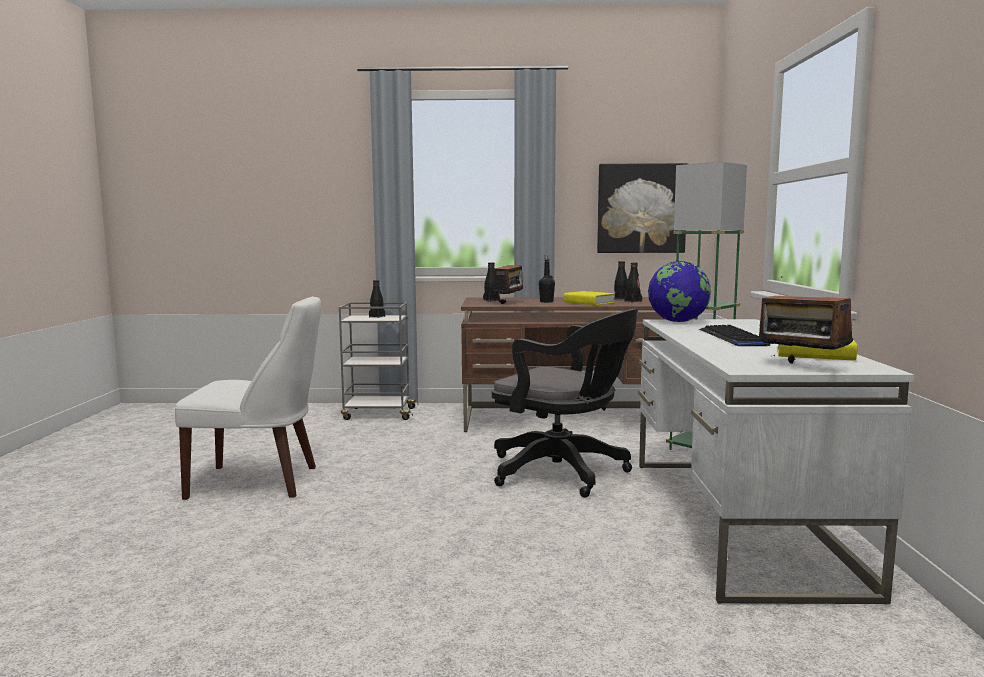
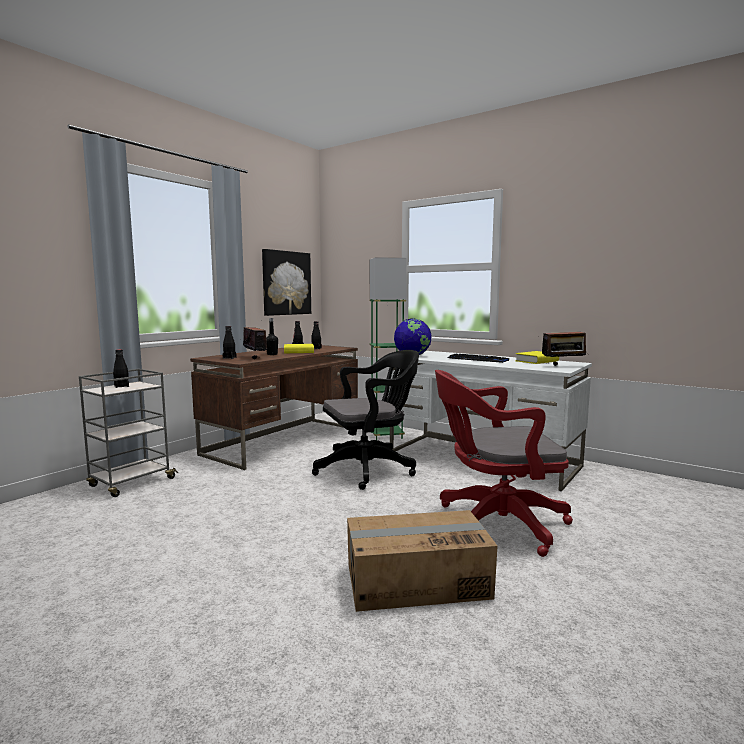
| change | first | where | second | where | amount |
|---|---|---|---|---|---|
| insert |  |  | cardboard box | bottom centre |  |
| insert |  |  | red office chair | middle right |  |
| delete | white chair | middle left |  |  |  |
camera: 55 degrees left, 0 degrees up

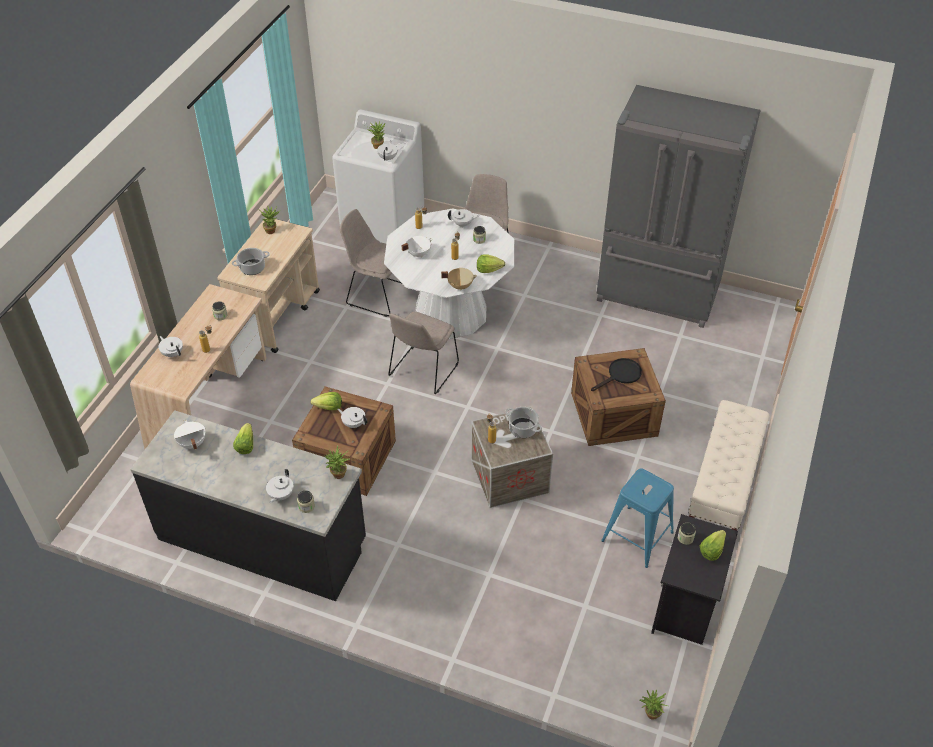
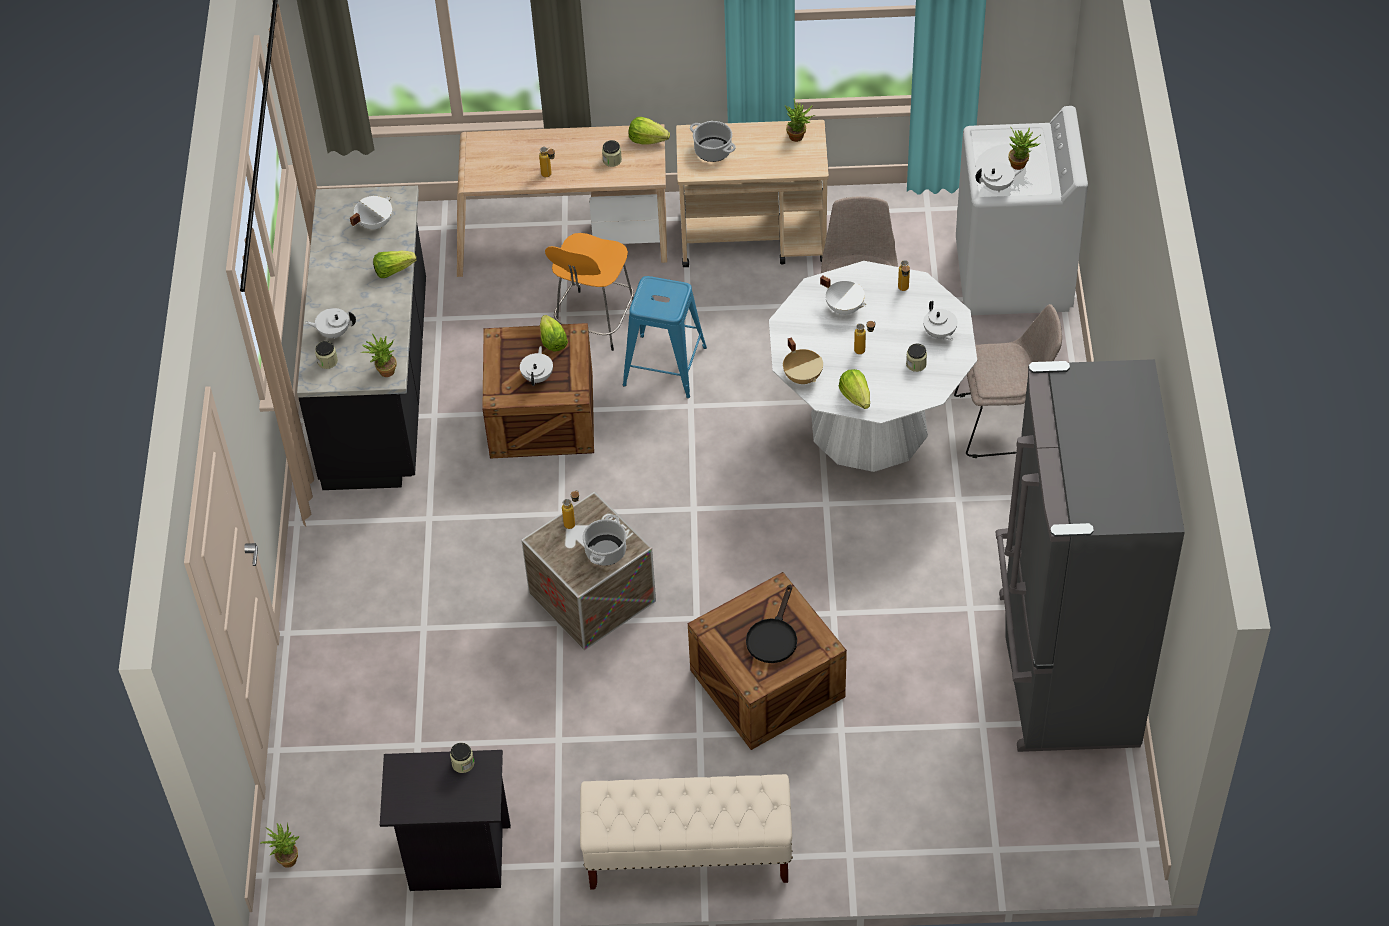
| change | first | where | second | where | amount |
|---|---|---|---|---|---|
| insert |  |  | orange stool | top centre |  |
| move | blue stool | bottom right |  | centre |  |
| move | lettuce (4th from left in the first image) | bottom right | lettuce (3rd from left) | top centre |  |
| rotate | black frying pan | centre |  | bottom centre | 75 degrees clockwise |
| delete | white teapot (1st from left) | middle left |  |  |  |
| delete | beige chair (2nd from left) | centre |  |  |  |
camera: 70 degrees right, 5 degrees up

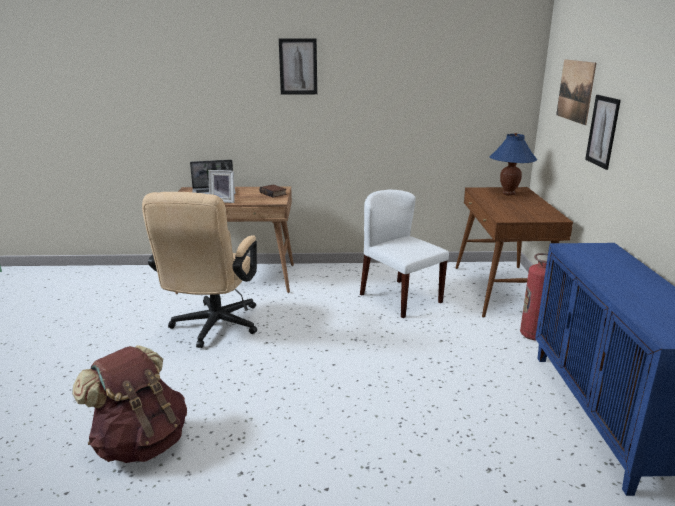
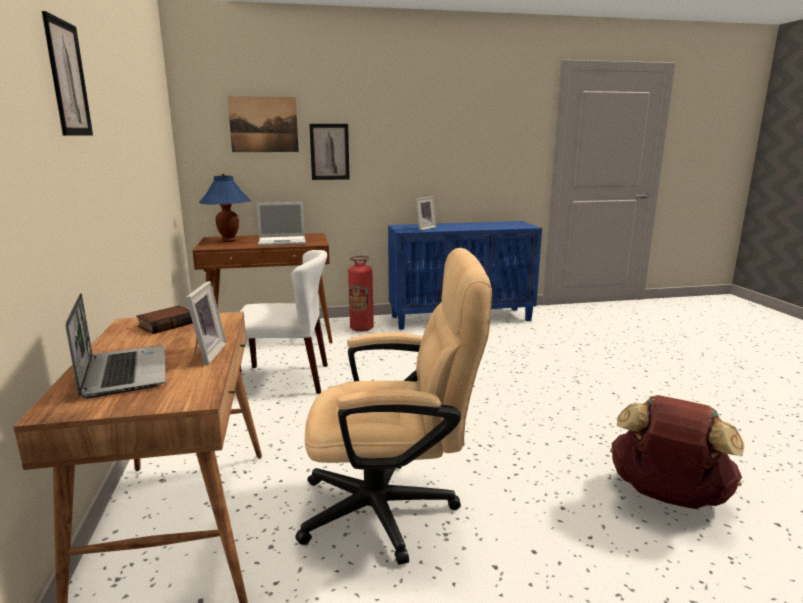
| change | first | where | second | where | amount |
|---|---|---|---|---|---|
| rotate | white chair | centre |  | centre | 135 degrees counterclockwise |
| insert |  |  | laptop (2nd from left) | centre |  |
| insert |  |  | picture frame (2nd from left) | centre |  |
camera: 100 degrees left, 5 degrees down

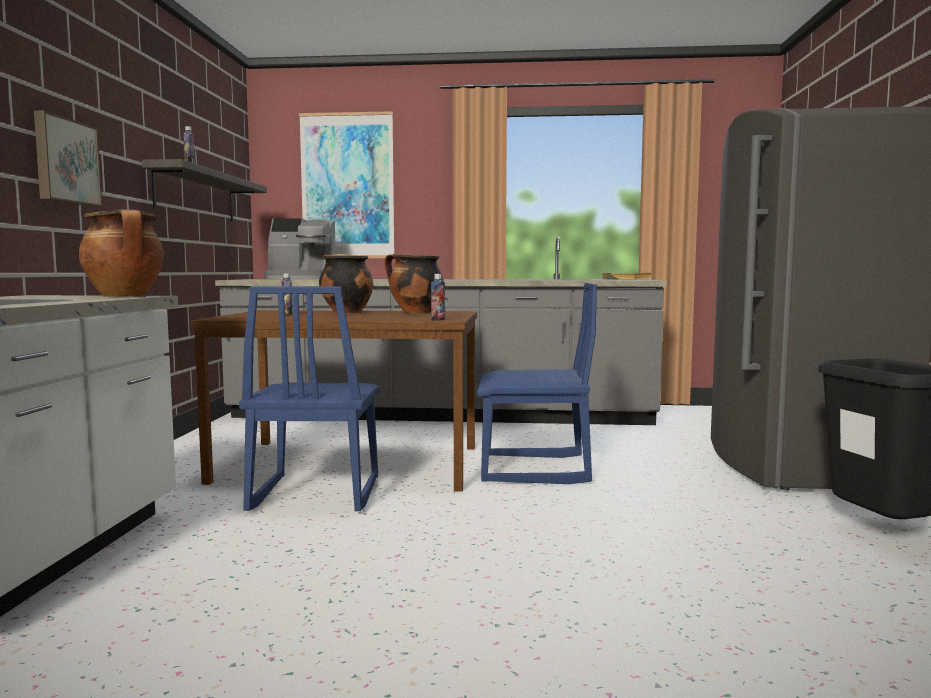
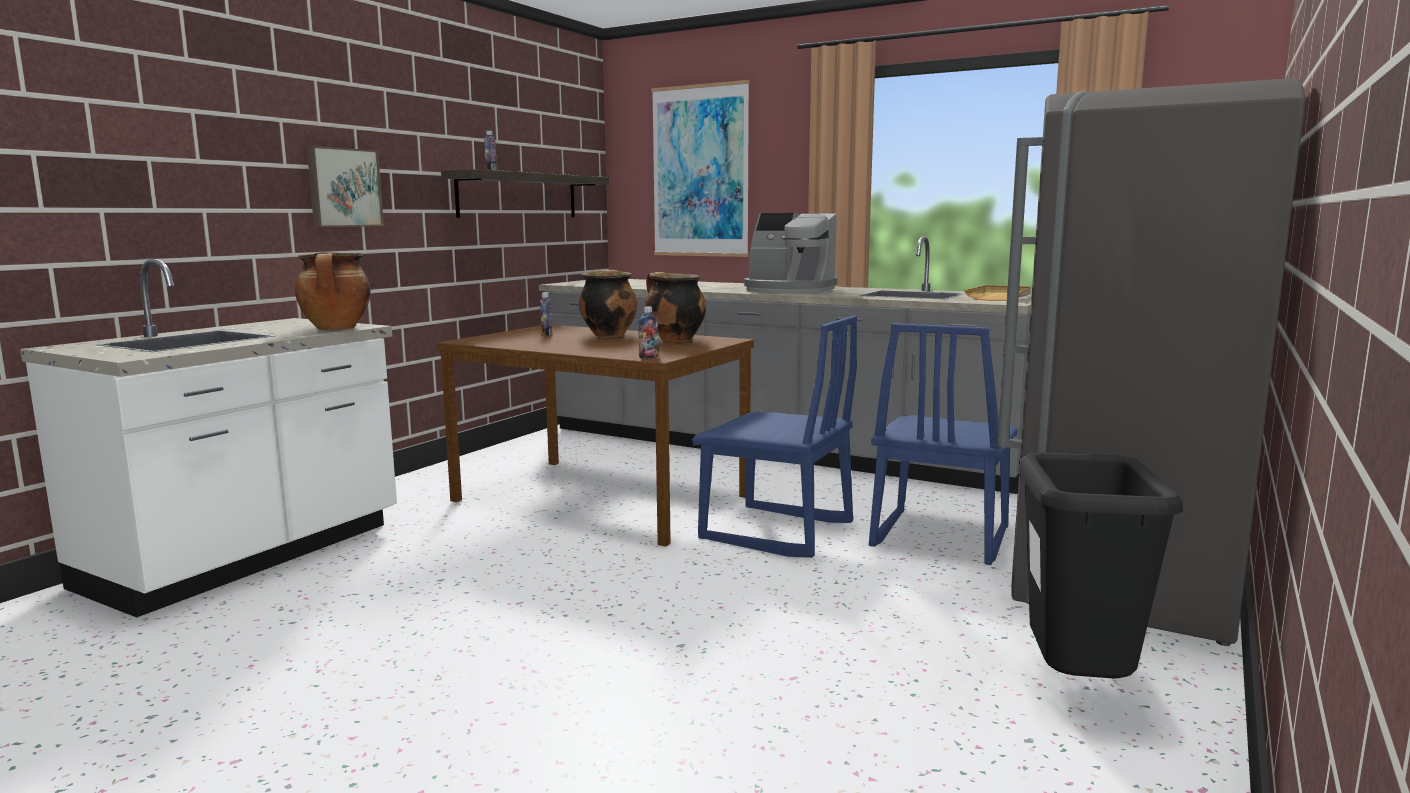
| change | first | where | second | where | amount |
|---|---|---|---|---|---|
| move | coffee machine | middle left |  | top centre |  |
| move | blue chair (1st from left in the first image) | middle left | blue chair (2nd from left) | middle right |  |
camera: 25 degrees right, 5 degrees up

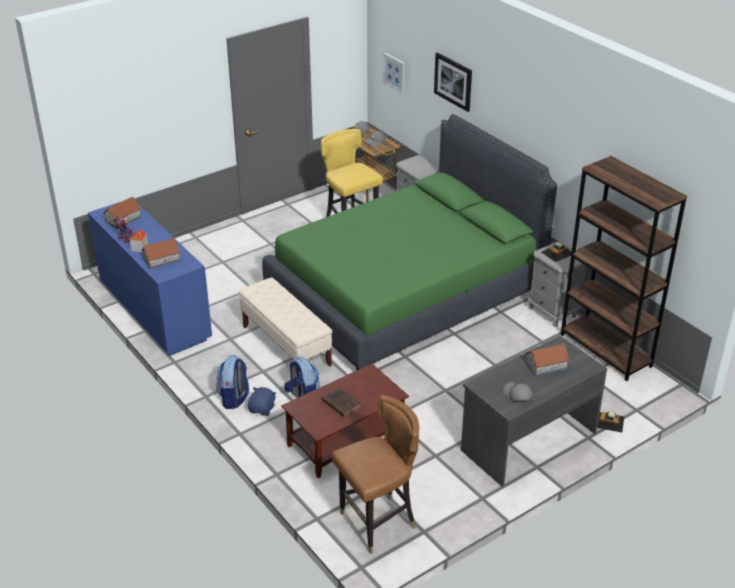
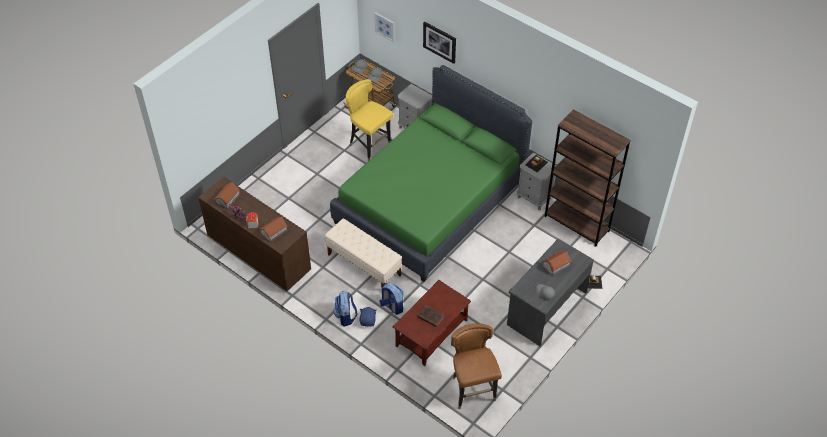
| change | first | where | second | where | amount |
|---|---|---|---|---|---|
| recolor | blue dresser | middle left | brown dresser | middle left |  |
| rotate | brown chair | bottom centre |  | bottom centre | 60 degrees counterclockwise |
camera: 15 degrees left, 15 degrees up

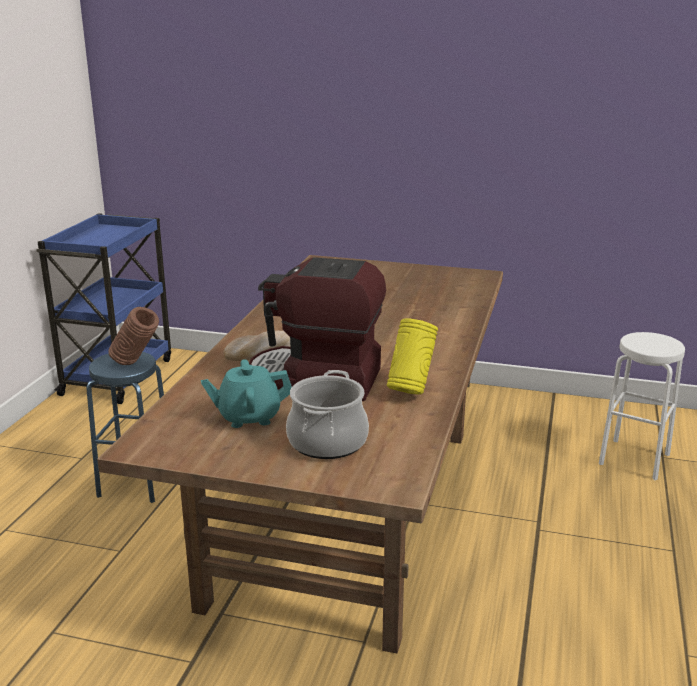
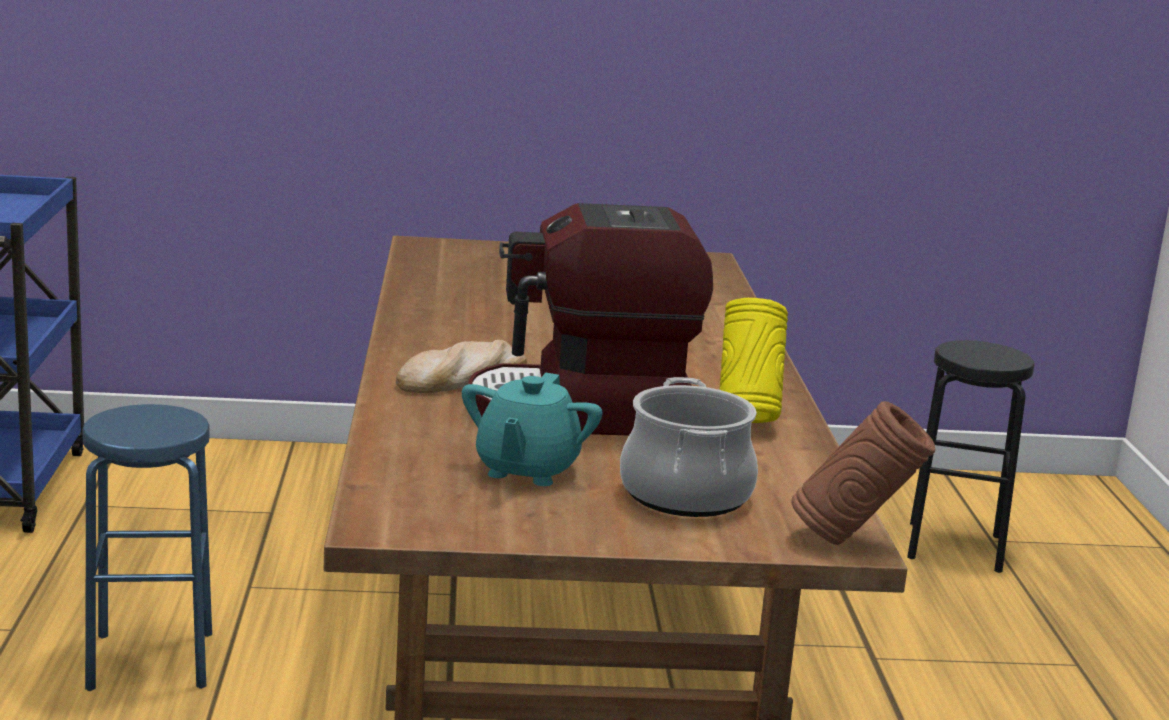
| change | first | where | second | where | amount |
|---|---|---|---|---|---|
| rotate | turquoise teapot | centre |  | centre | 45 degrees counterclockwise |
| move | brown vase | middle left |  | middle right |  |
| recolor | white stool | middle right | black stool | middle right |  |
camera: 20 degrees left, 5 degrees down

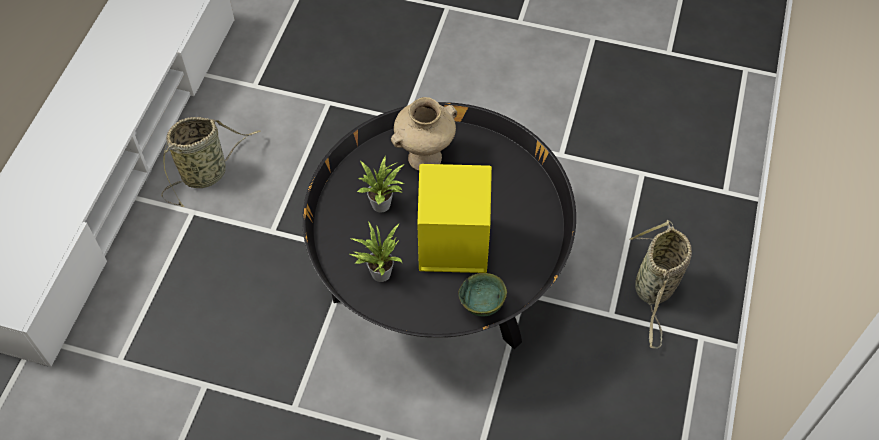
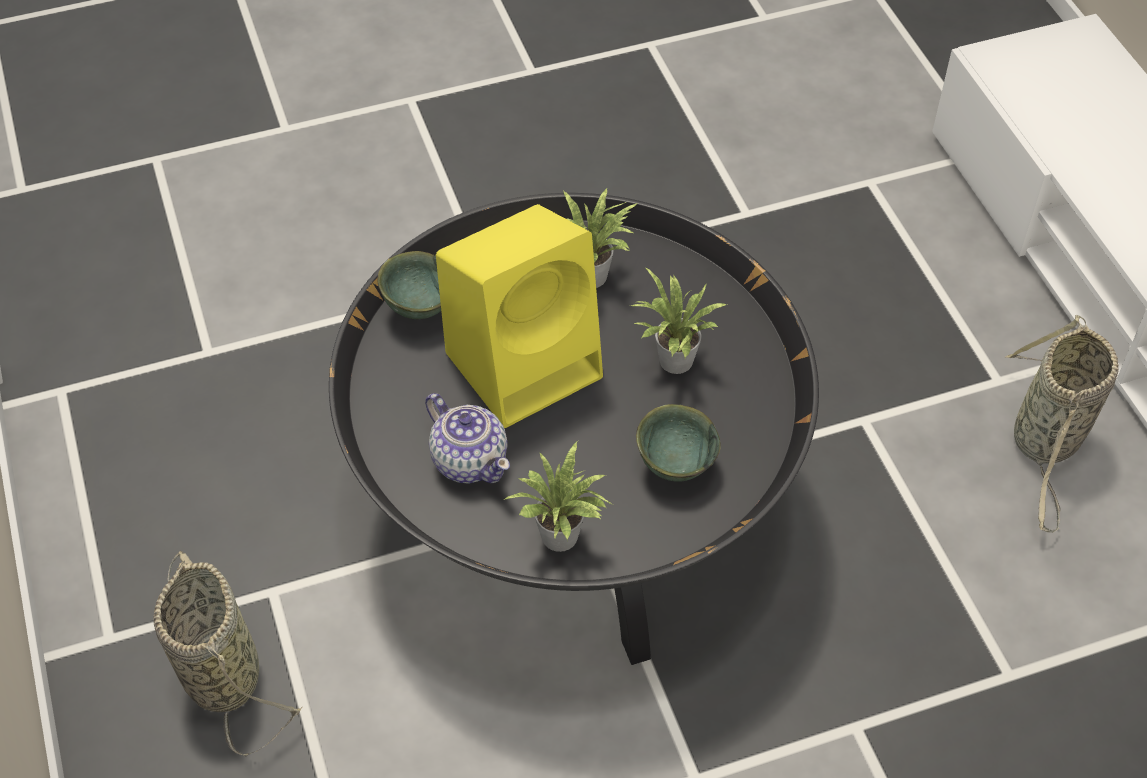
| change | first | where | second | where | amount |
|---|---|---|---|---|---|
| insert |  |  | teapot | centre |  |
| insert |  |  | potted plant (1st from left) | centre |  |
| replace | beige vase | top centre | green bowl (2nd from left) | centre |  |
camera: 145 degrees right, 5 degrees down

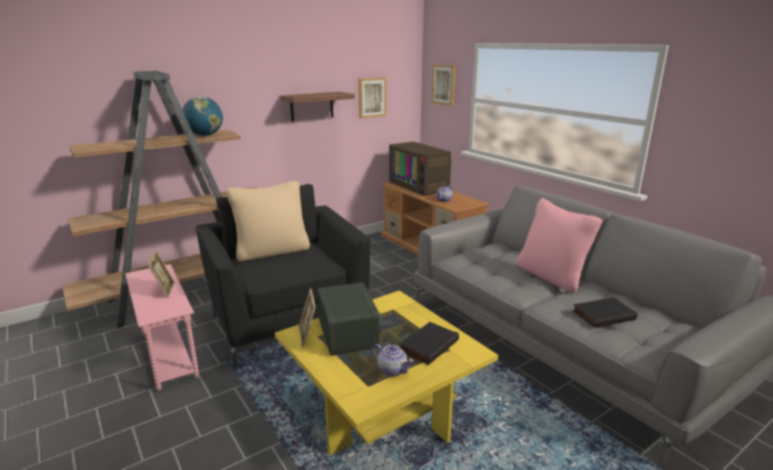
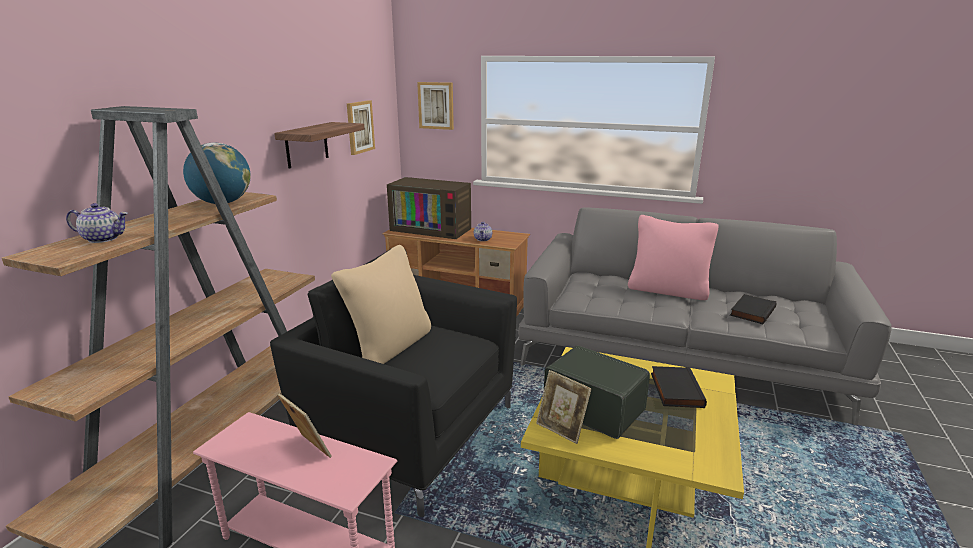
| change | first | where | second | where | amount |
|---|---|---|---|---|---|
| move | teapot (1st from left) | bottom centre |  | middle left |  |
camera: 35 degrees left, 0 degrees up

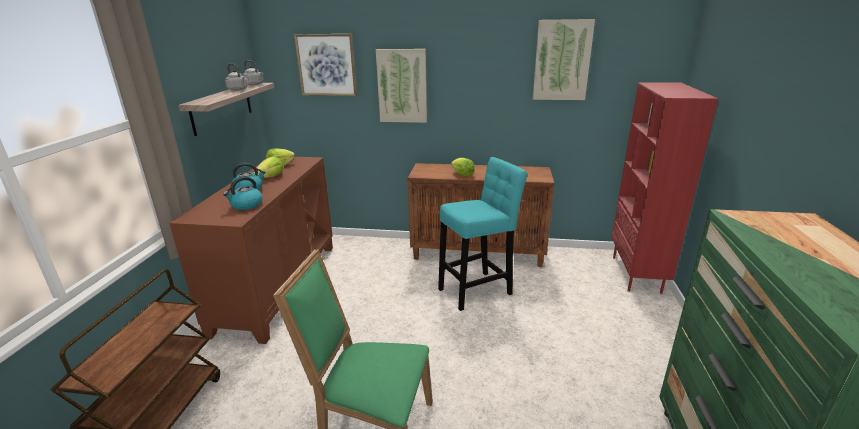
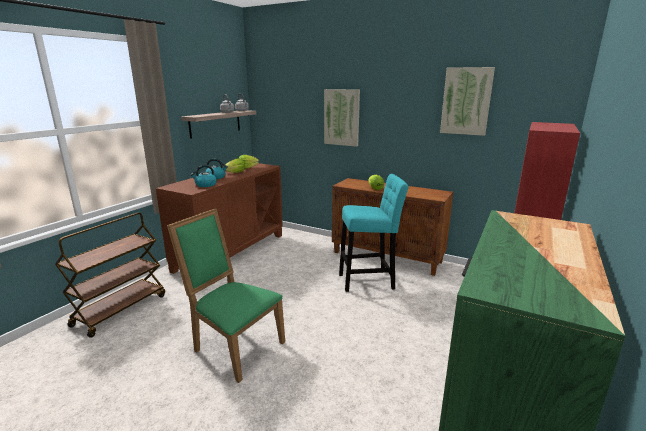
| change | first | where | second | where | amount |
|---|---|---|---|---|---|
| delete | picture (1st from left) | top centre |  |  |  |
camera: 20 degrees right, 5 degrees down

